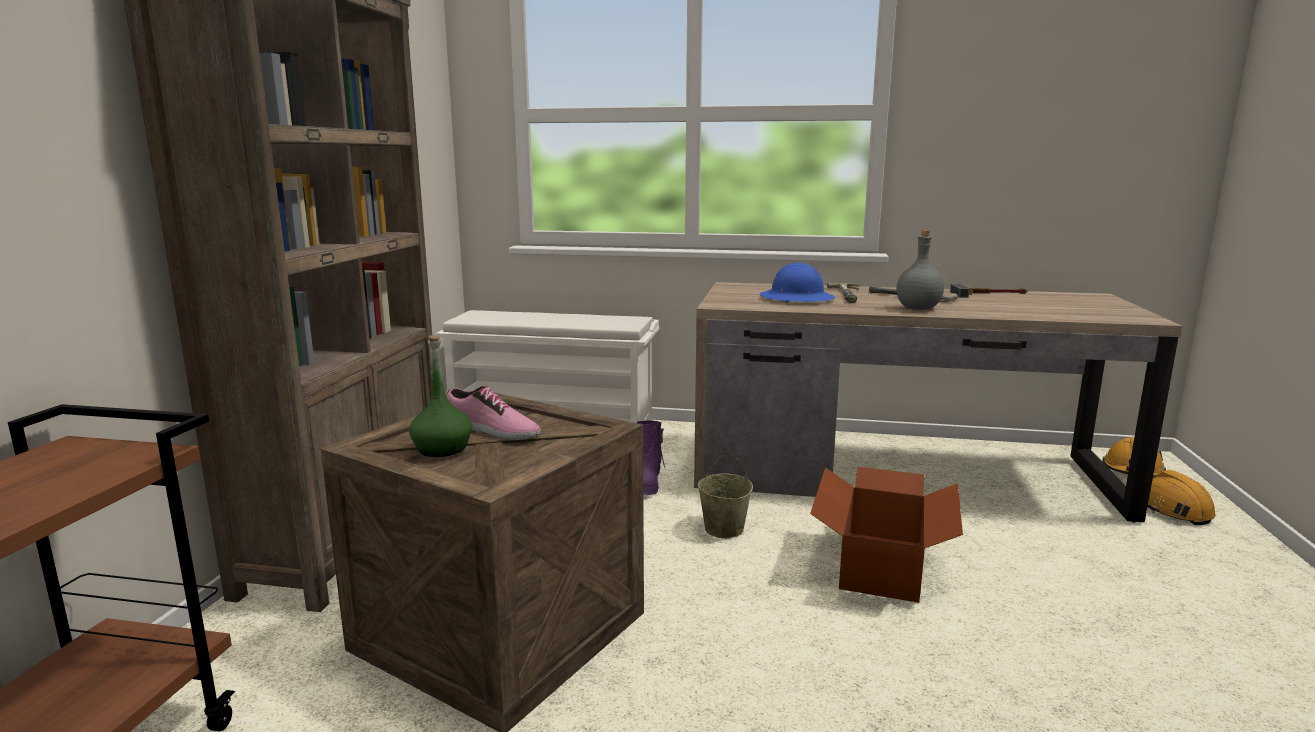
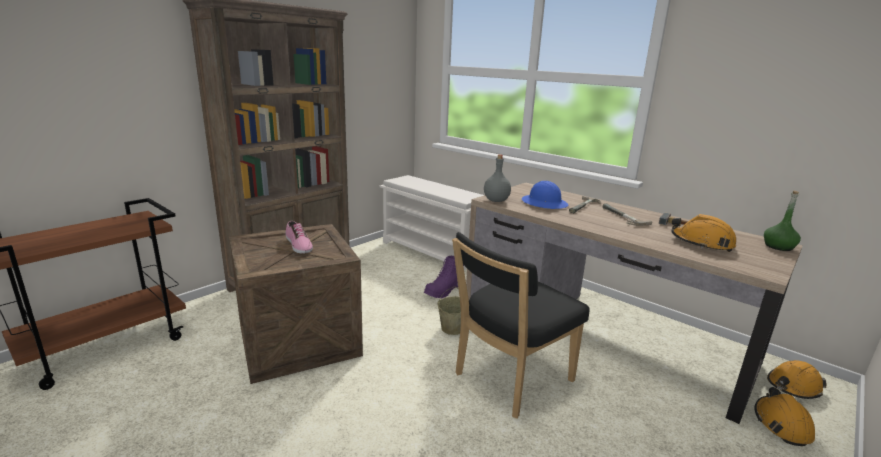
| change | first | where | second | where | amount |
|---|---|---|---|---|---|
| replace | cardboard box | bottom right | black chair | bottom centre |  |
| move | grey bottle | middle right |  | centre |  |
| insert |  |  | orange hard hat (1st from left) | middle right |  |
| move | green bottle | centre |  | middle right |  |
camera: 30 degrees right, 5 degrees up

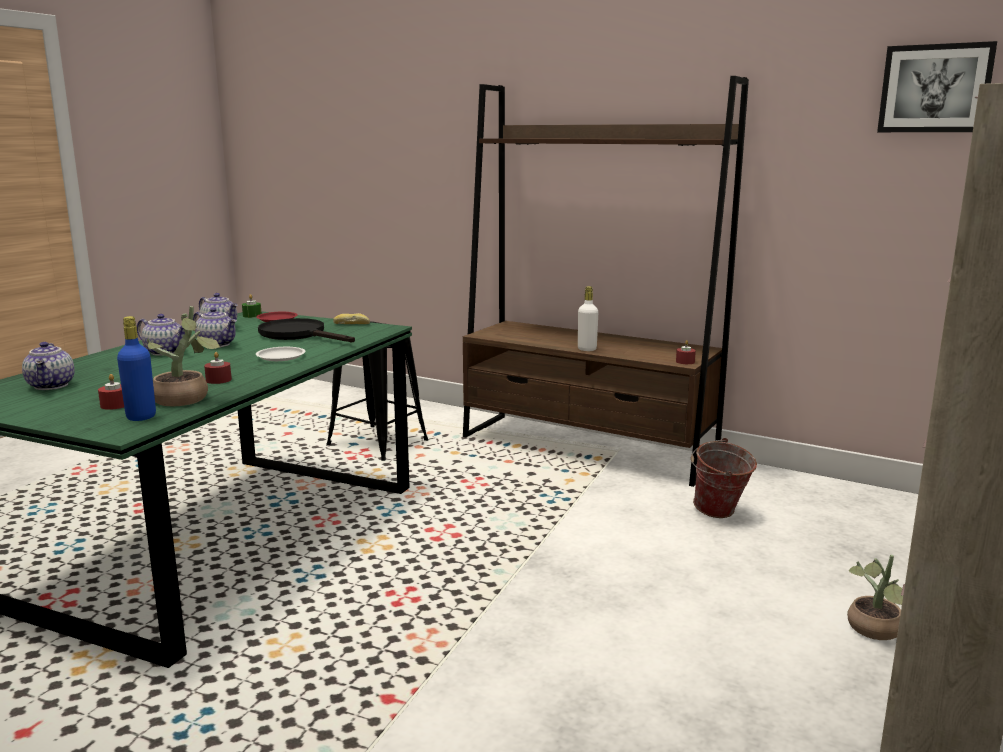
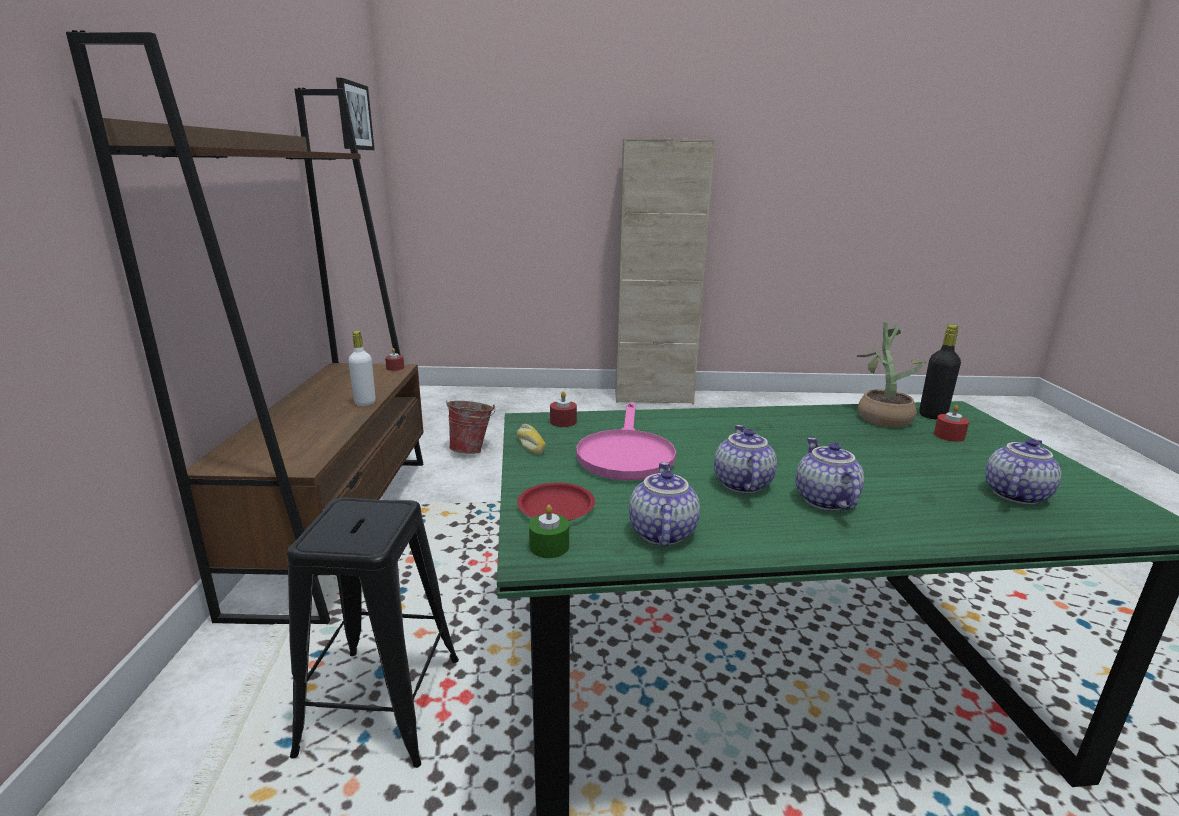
| change | first | where | second | where | amount |
|---|---|---|---|---|---|
| move | red candle (2nd from left) | middle left |  | centre |  |
| recolor | black frying pan | middle left | pink frying pan | centre |  |
| recolor | blue bottle | middle left | black bottle | middle right |  |
| delete | white plate | middle left |  |  |  |
| delete | potted plant (2nd from left) | bottom right |  |  |  |
camera: 120 degrees left, 5 degrees up

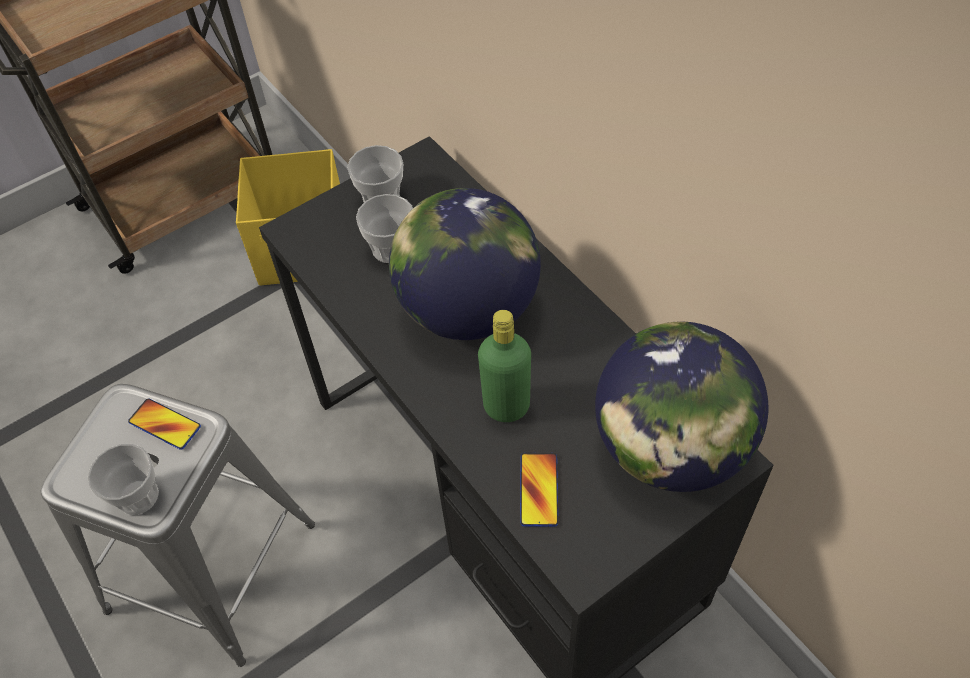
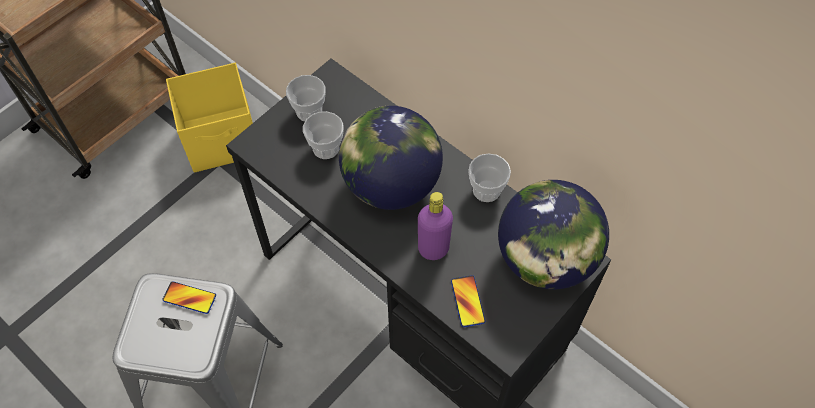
| change | first | where | second | where | amount |
|---|---|---|---|---|---|
| recolor | green bottle | centre | purple bottle | centre |  |
| move | cup (1st from left in the first image) | bottom left | cup (3rd from left) | centre |  |
camera: 15 degrees left, 5 degrees up

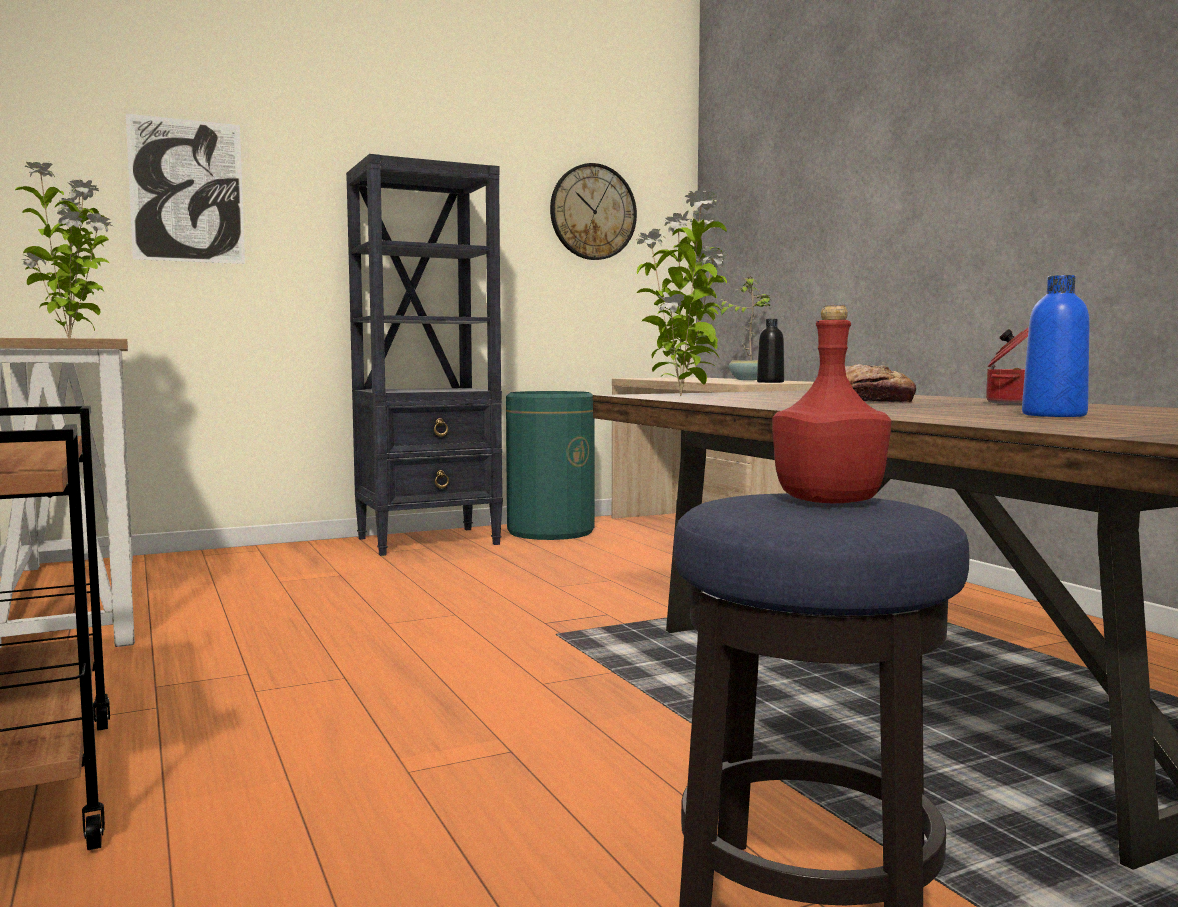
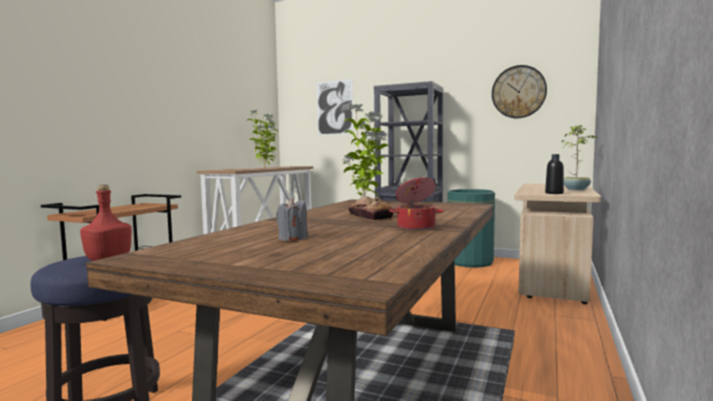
| change | first | where | second | where | amount |
|---|---|---|---|---|---|
| replace | blue bottle | middle right | grey candle | centre |  |
camera: 50 degrees right, 0 degrees up

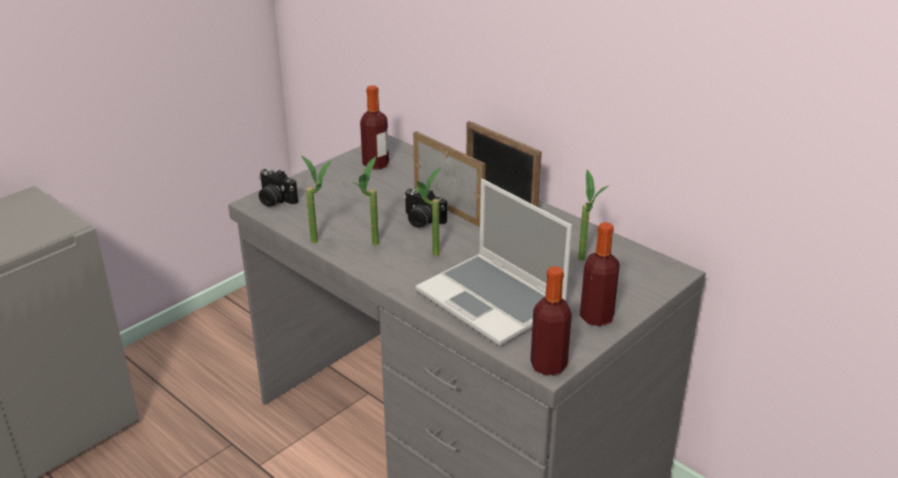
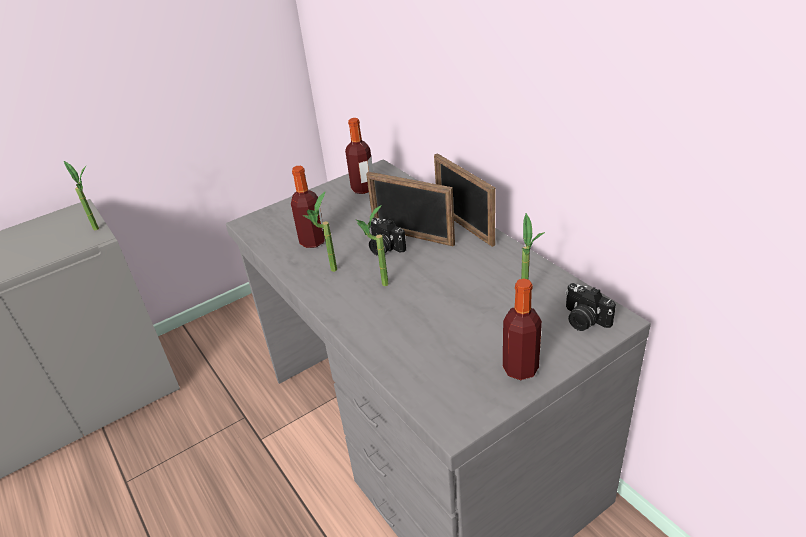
| change | first | where | second | where | amount |
|---|---|---|---|---|---|
| move | potted plant (1st from left) | centre |  | middle left |  |
| move | bottle (2nd from left in the first image) | bottom centre | bottle (1st from left) | centre |  |
| rotate | picture frame (1st from left) | centre |  | centre | 150 degrees clockwise |
| move | photo camera (1st from left in the first image) | middle left | photo camera (2nd from left) | middle right |  |
| delete | laptop | centre |  |  |  |
camera: 15 degrees right, 5 degrees up

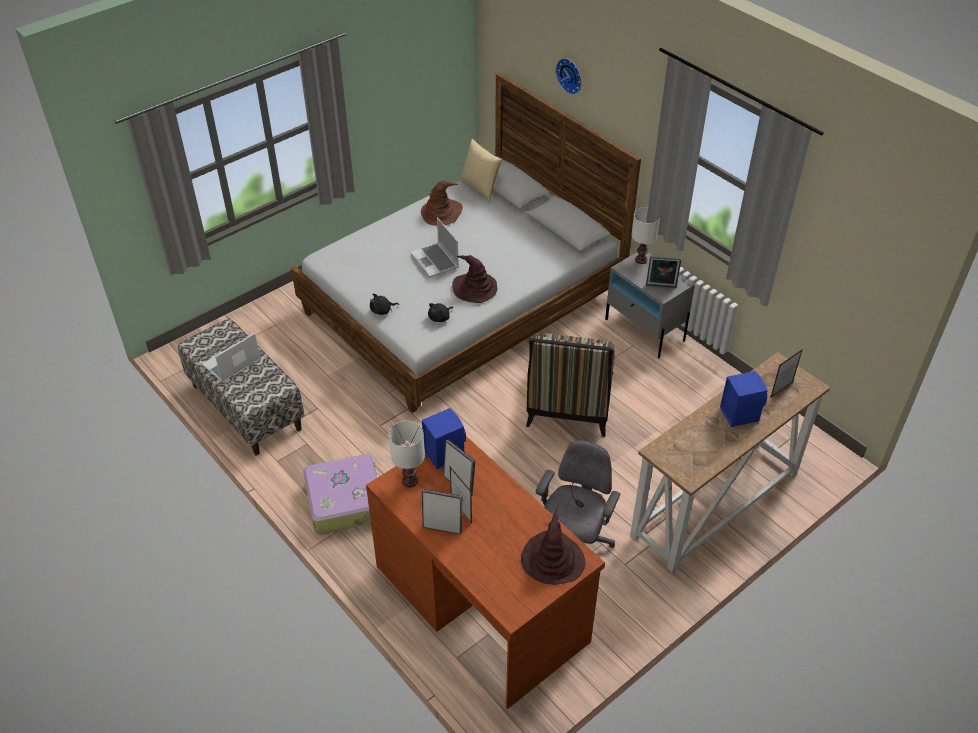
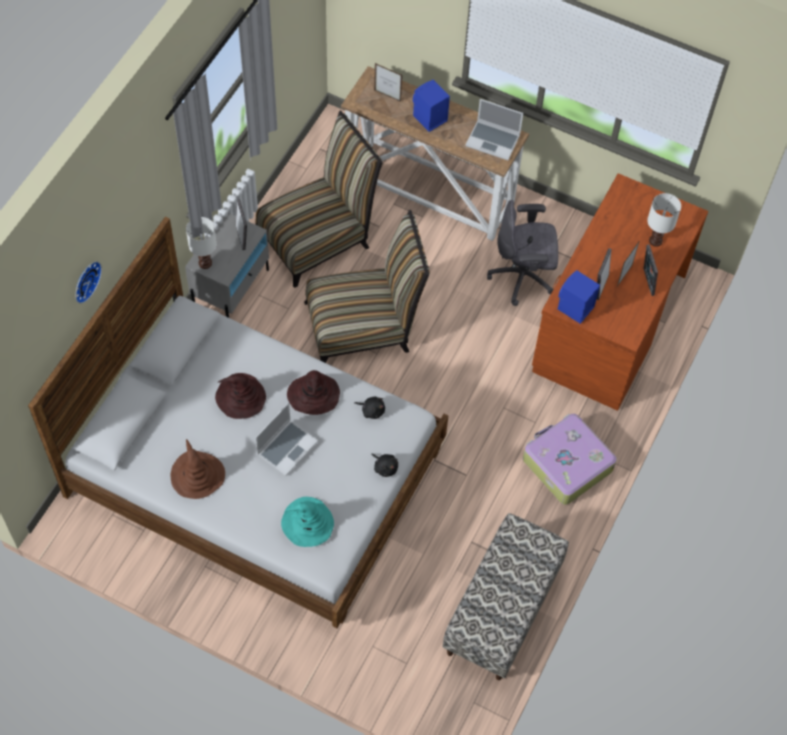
| change | first | where | second | where | amount |
|---|---|---|---|---|---|
| move | brown hat (3rd from left in the first image) | bottom centre | brown hat (2nd from left) | middle left |  |
| insert |  |  | chair (1st from left) | top centre |  |
| insert |  |  | turquoise hat | bottom centre |  |
| move | laptop (1st from left in the first image) | middle left | laptop (2nd from left) | top centre |  |
| move | white table lamp (1st from left in the first image) | centre | white table lamp (2nd from left) | top right |  |
| delete | pillow | top centre |  |  |  |
camera: 115 degrees left, 15 degrees up

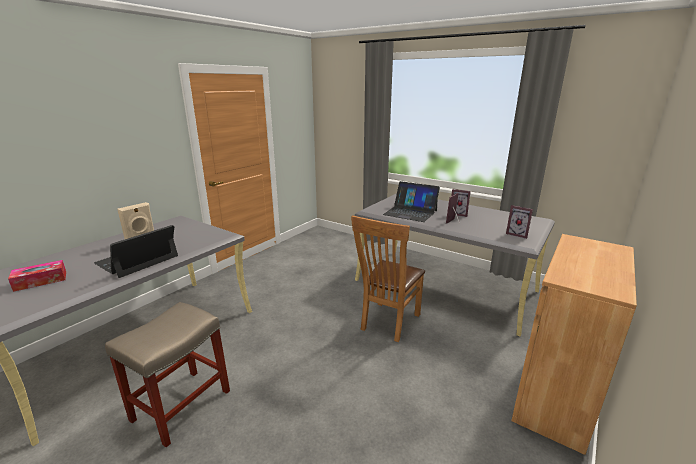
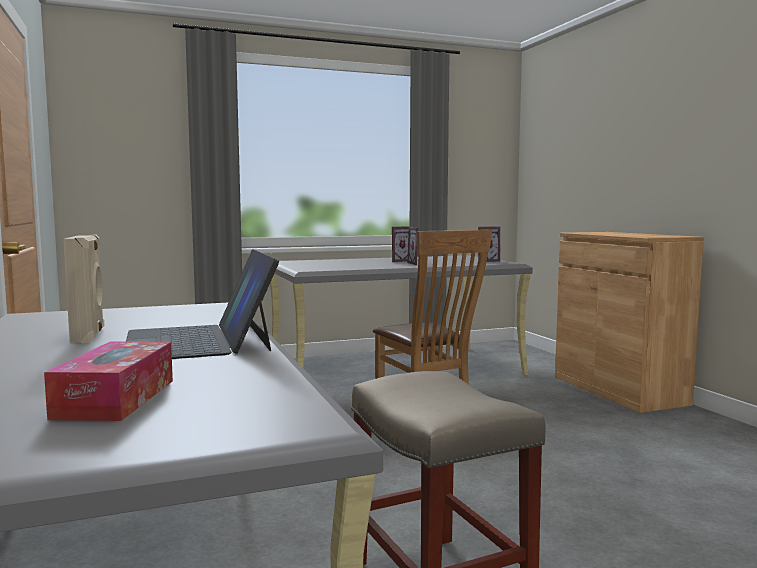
| change | first | where | second | where | amount |
|---|---|---|---|---|---|
| delete | laptop (2nd from left) | centre |  |  |  |
camera: 55 degrees left, 15 degrees down

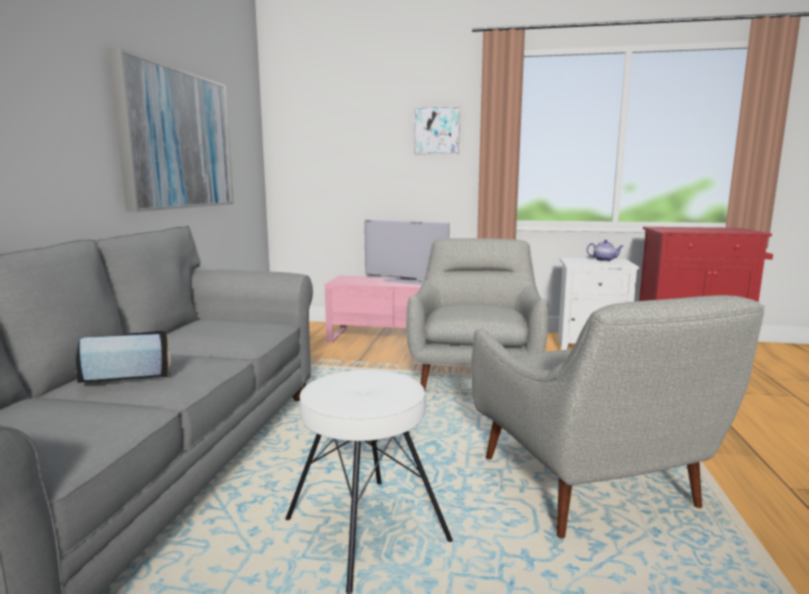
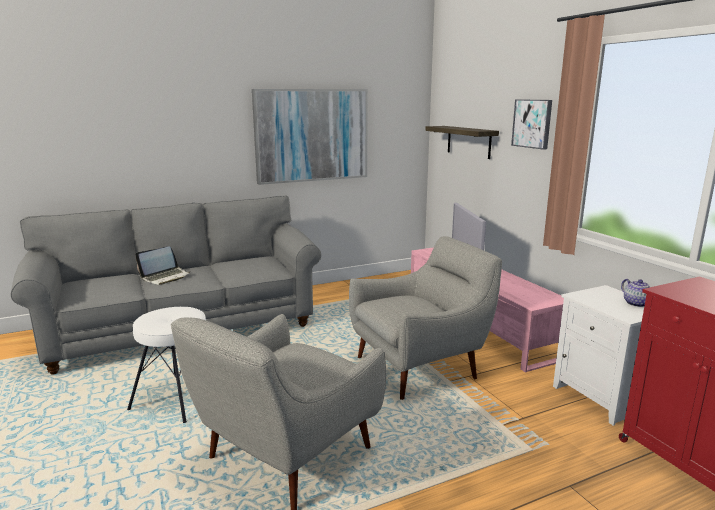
| change | first | where | second | where | amount |
|---|---|---|---|---|---|
| rotate | laptop | middle left |  | middle left | 105 degrees clockwise |
| insert |  |  | shelf | top centre |  |
camera: 55 degrees right, 5 degrees up

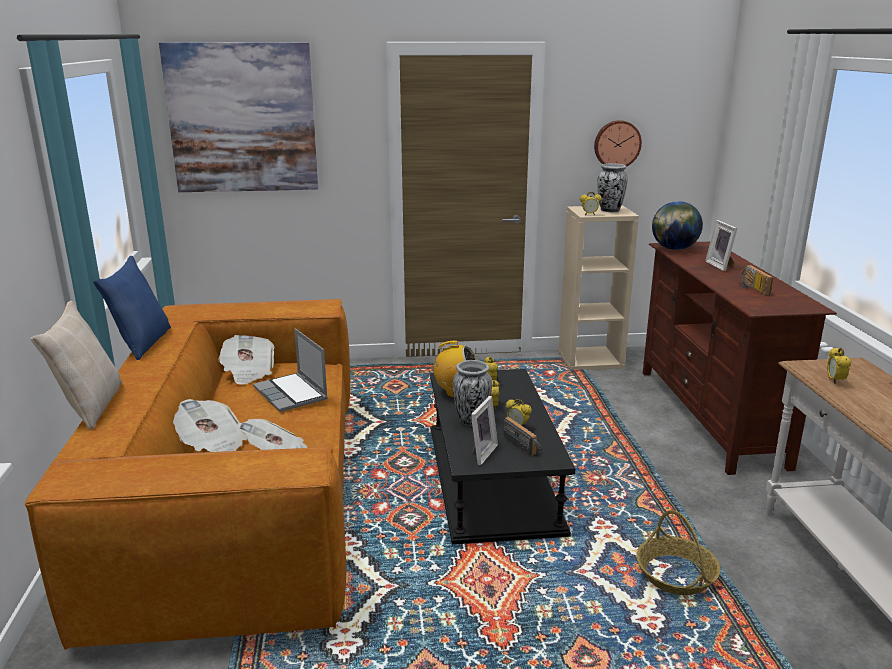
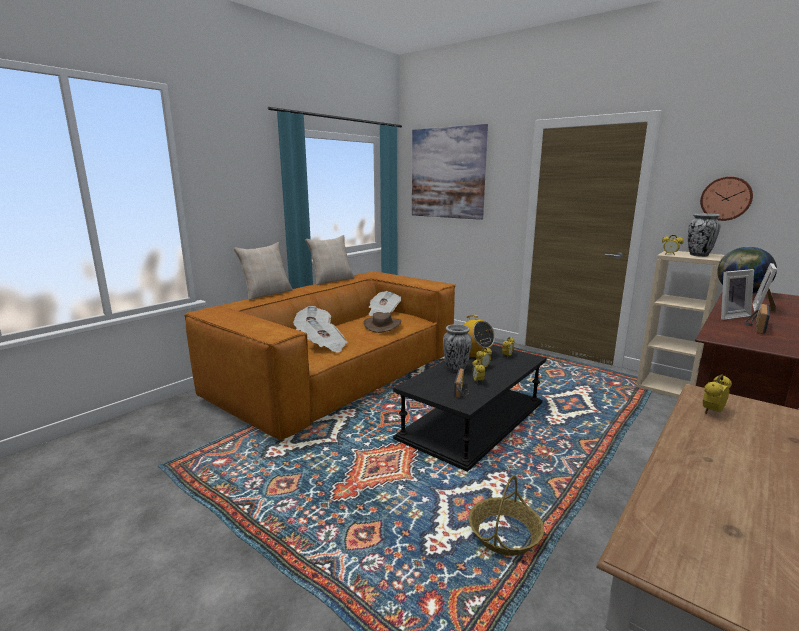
| change | first | where | second | where | amount |
|---|---|---|---|---|---|
| recolor | blue pillow | middle left | beige pillow (2nd from left) | centre |  |
| replace | laptop | middle left | brown hat | centre |  |
| move | picture frame (1st from left) | centre |  | middle right |  |
camera: 45 degrees right, 5 degrees down

